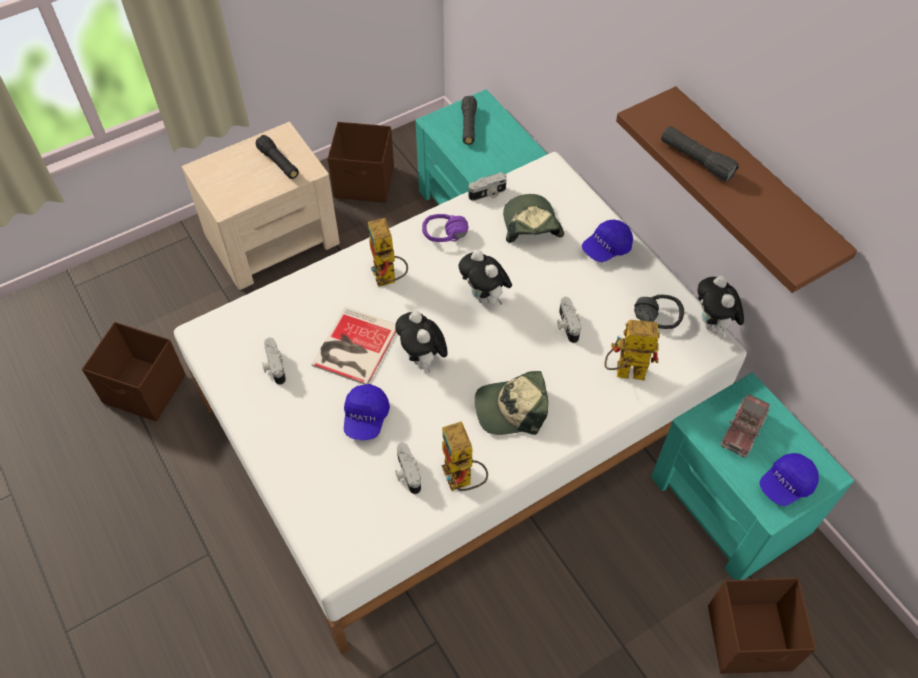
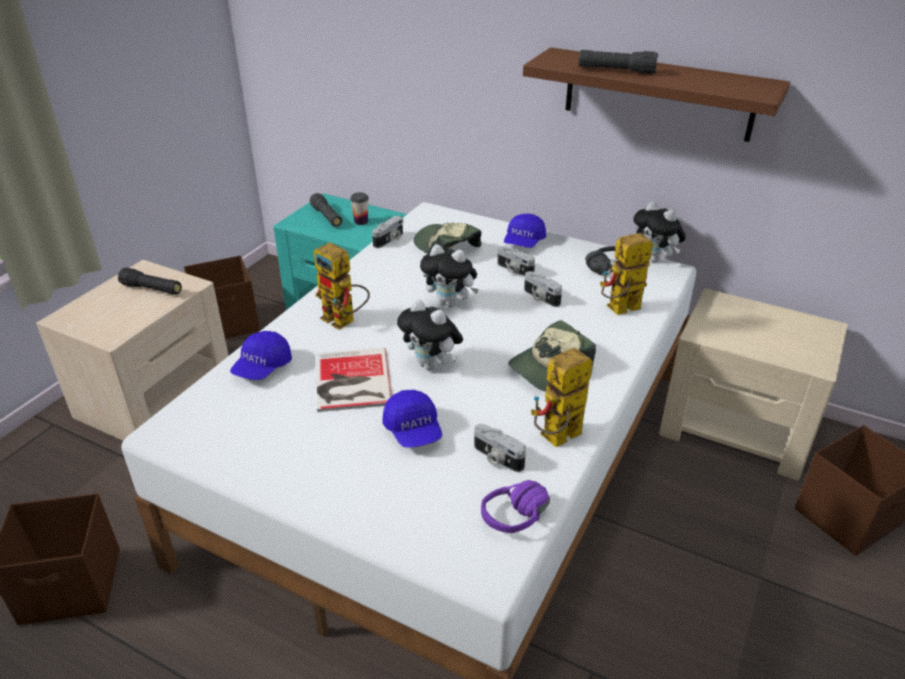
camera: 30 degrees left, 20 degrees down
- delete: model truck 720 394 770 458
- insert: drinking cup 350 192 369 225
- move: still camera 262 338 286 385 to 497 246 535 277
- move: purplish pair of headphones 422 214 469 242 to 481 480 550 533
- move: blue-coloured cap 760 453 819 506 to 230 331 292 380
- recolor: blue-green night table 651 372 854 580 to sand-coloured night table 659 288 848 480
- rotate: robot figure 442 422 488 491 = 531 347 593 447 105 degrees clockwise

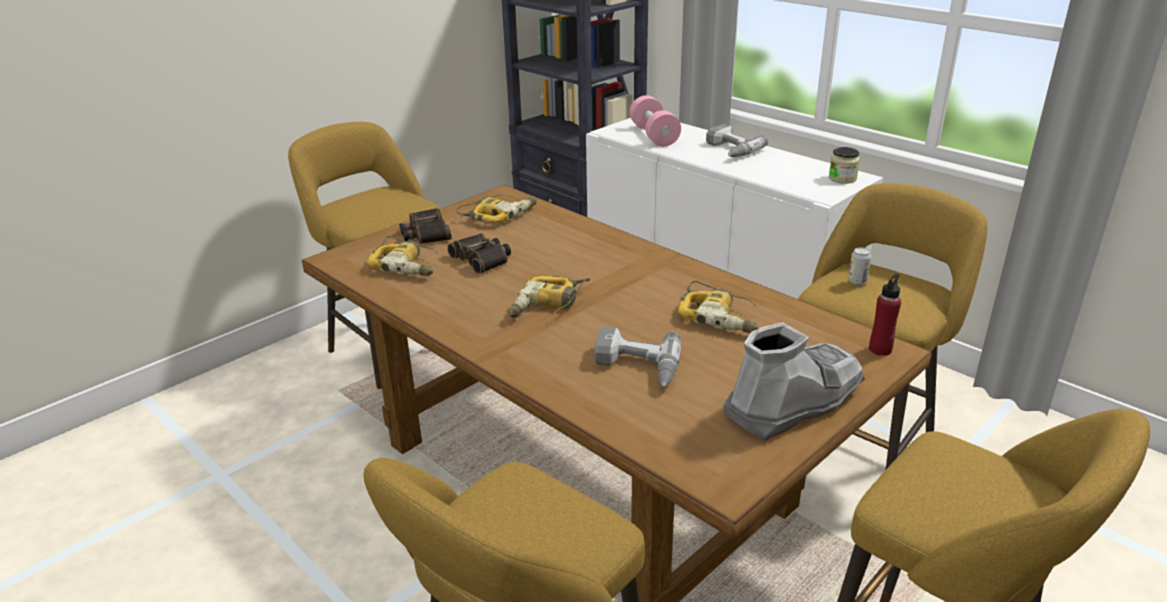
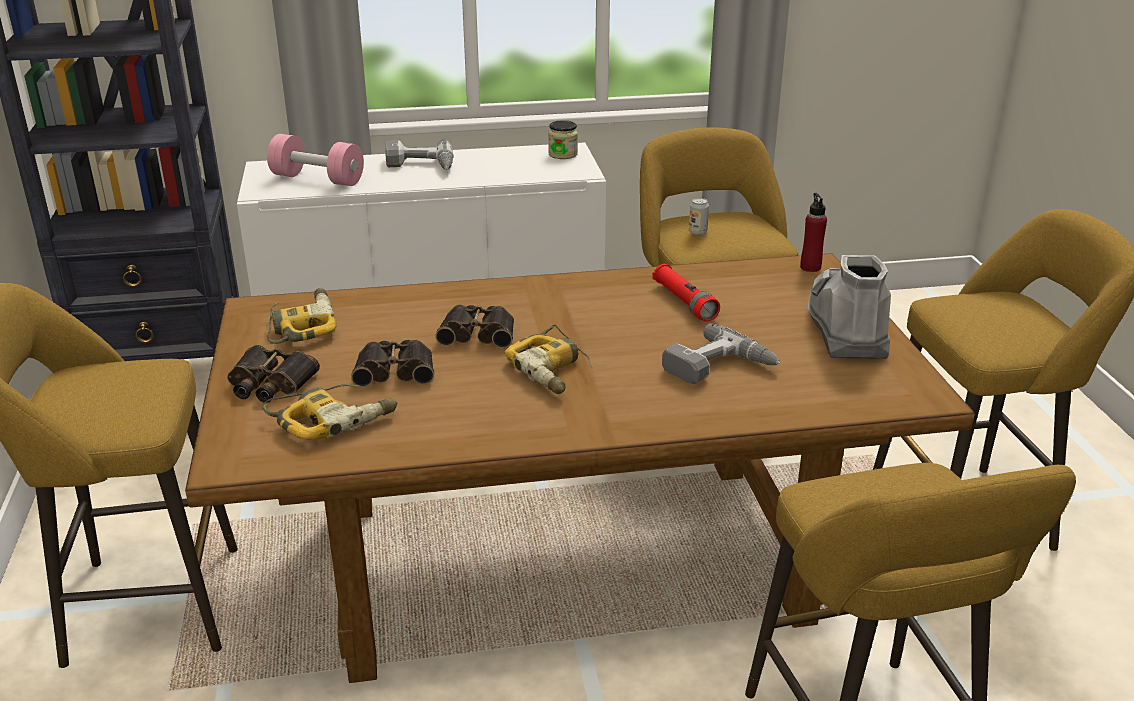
camera: 55 degrees left, 0 degrees up
- insert: pair of binoculars 435 305 514 348
- replace: electric drill 678 281 759 333 to red flashlight 652 264 720 322

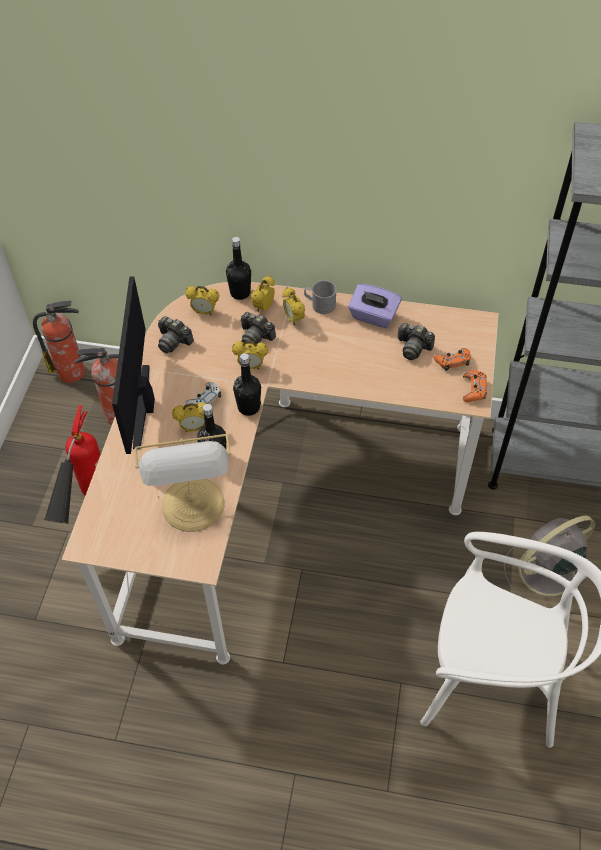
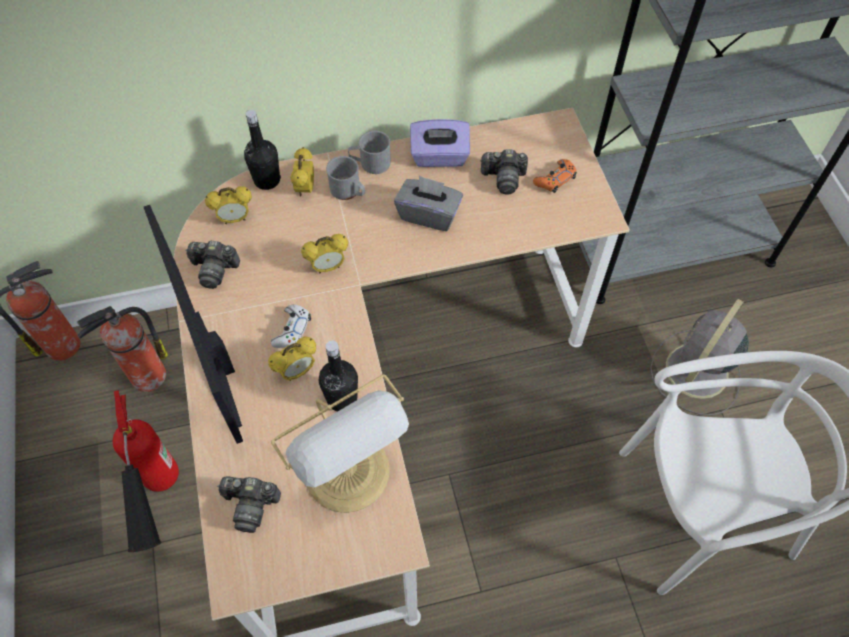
camera: 25 degrees left, 5 degrees up
- delete: blackish bottle 233 353 261 416
- delete: orangey game controller 463 370 487 402
- insert: greyish tissue holder 394 175 463 231
- move: still camera 241 312 276 344 to 217 476 281 533
- replace: table clock 282 287 305 325 to greyish coffee mug 326 156 365 200

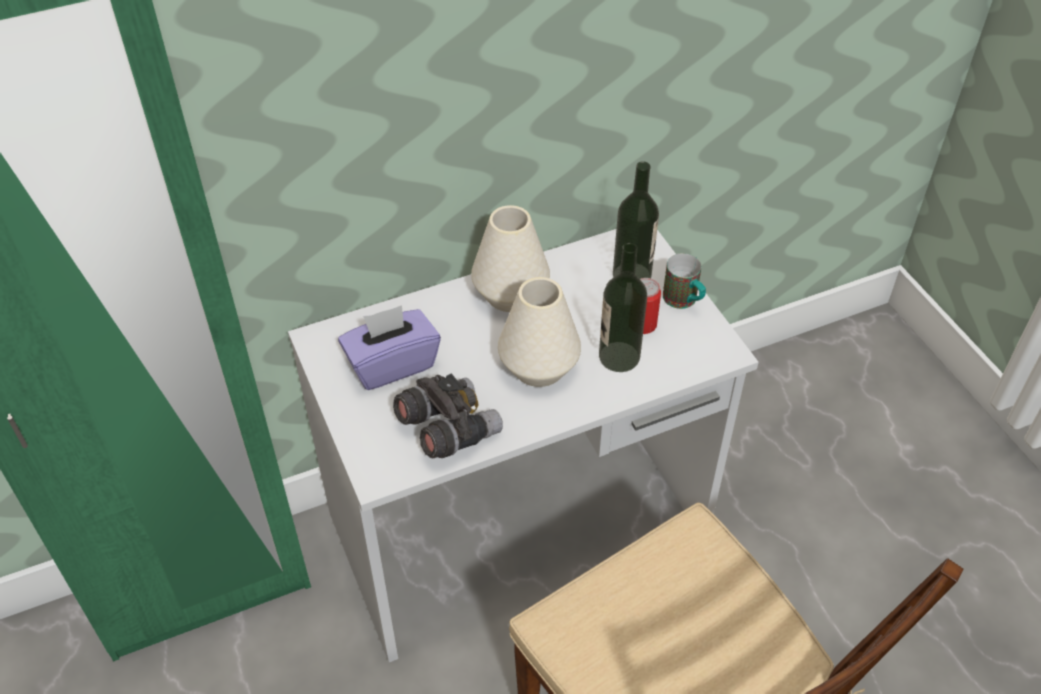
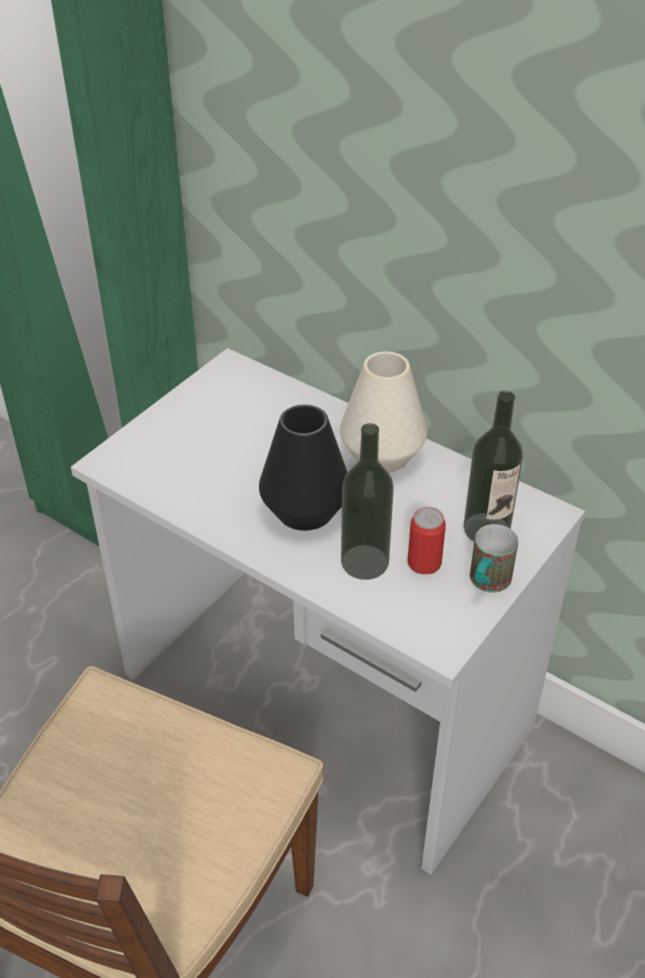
camera: 60 degrees right, 5 degrees down
- delete: purplish tissue holder 338 305 441 390
- delete: greyish pair of binoculars 393 373 503 458
- recolor: whitish flower vase 498 277 581 387 to blackish flower vase 259 404 347 531

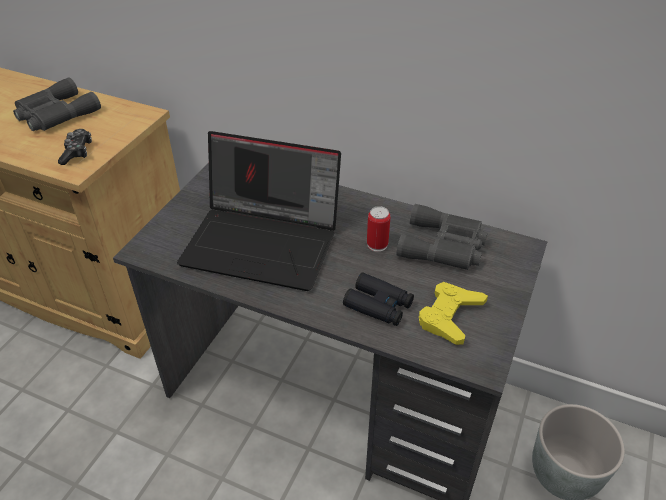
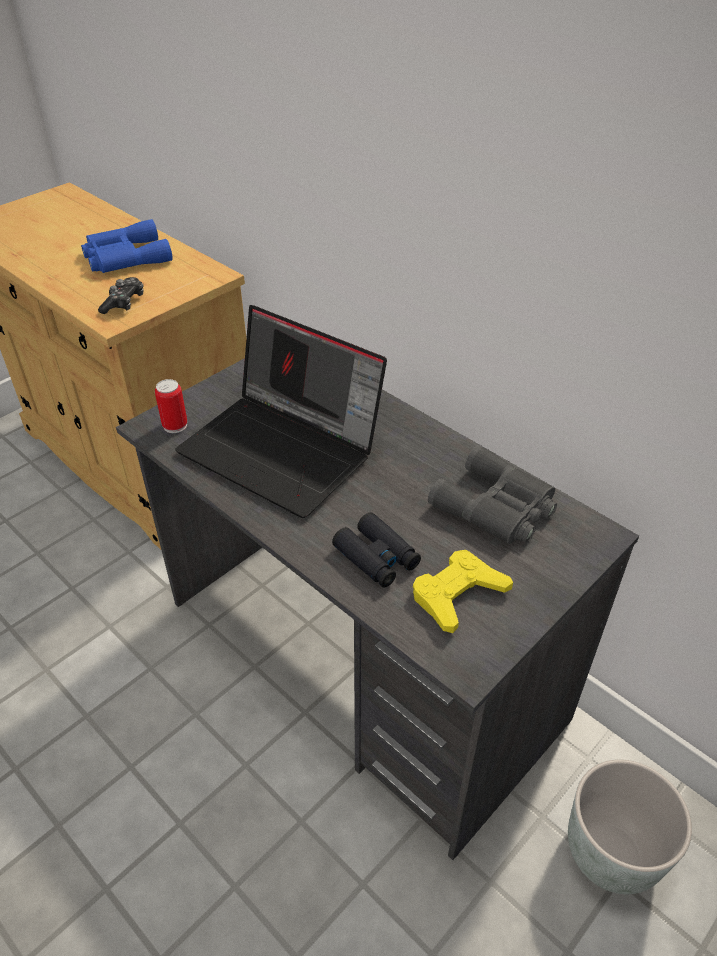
camera: 20 degrees right, 0 degrees up
- move: sealed can 367 206 391 252 to 155 379 187 433
- recolor: greyish pair of binoculars 13 77 101 131 to blue-coloured pair of binoculars 81 219 173 273

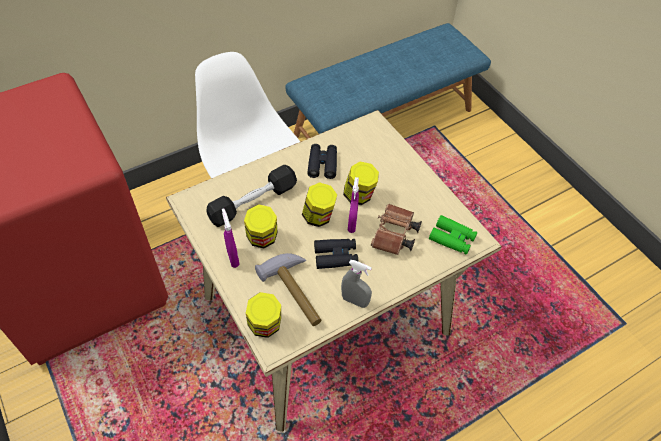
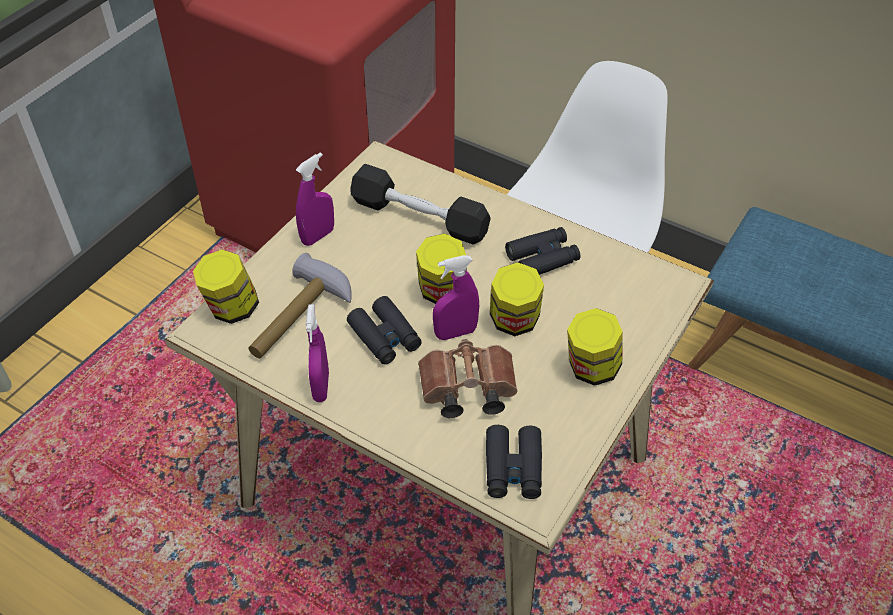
camera: 65 degrees right, 5 degrees down
- move: jar 244 204 278 248 to 567 308 623 386
- recolor: greyish spray bottle 341 260 372 308 to purplish spray bottle 306 304 329 402
- recolor: green pair of binoculars 429 215 477 255 to blackish pair of binoculars 486 425 542 499

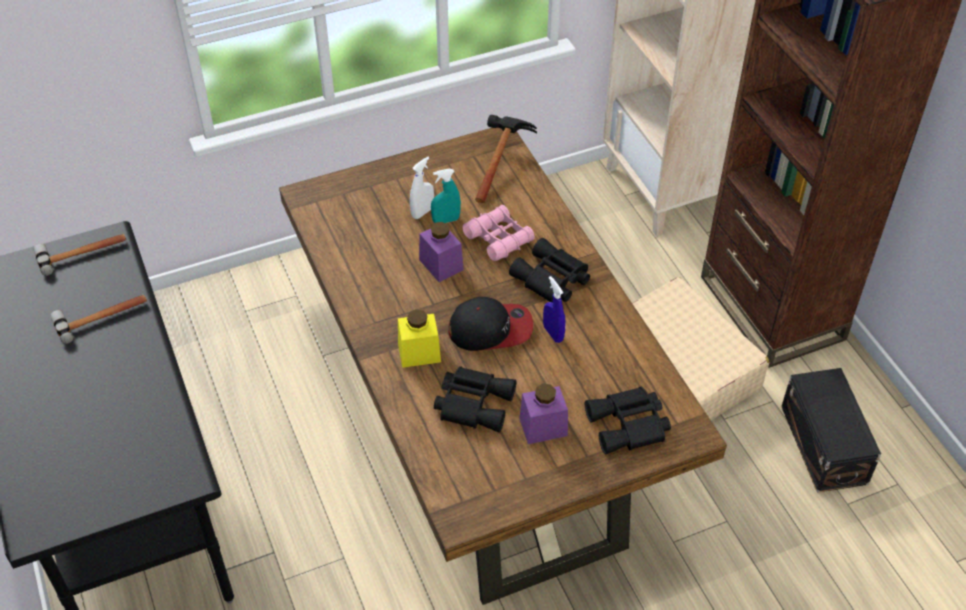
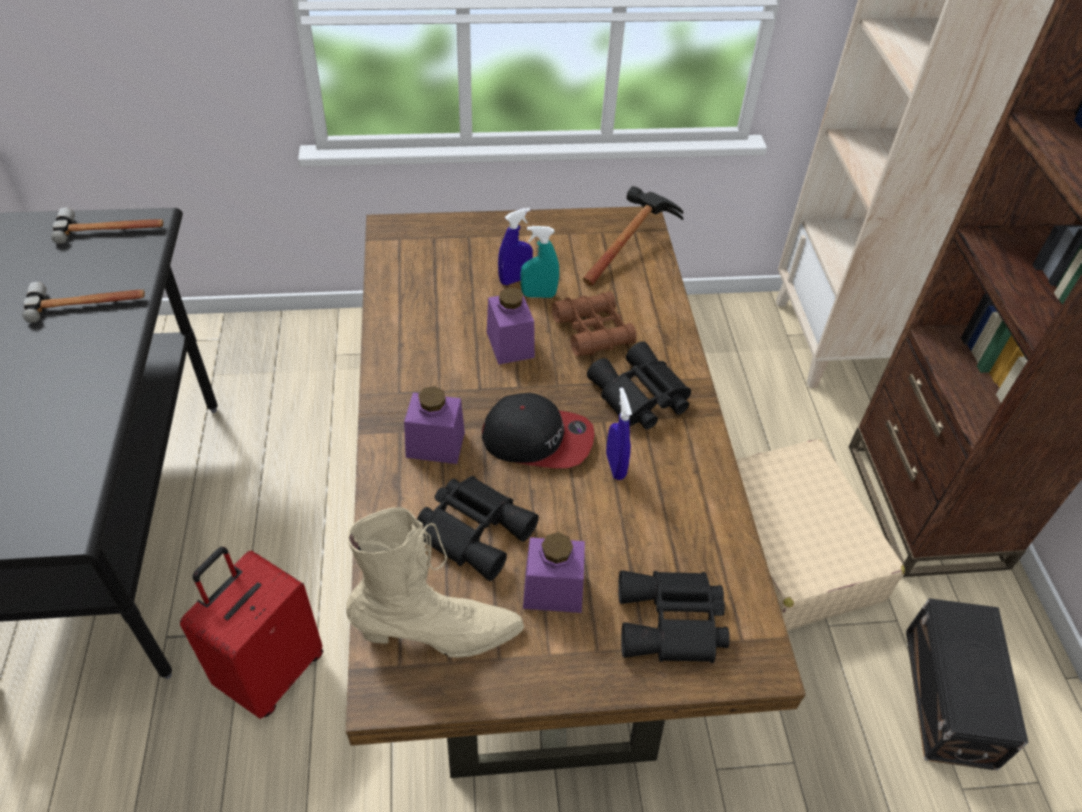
camera: 15 degrees right, 0 degrees up
- insert: red piece of luggage 180 547 323 719
- insert: sand-coloured high-top boot 346 507 524 658
- recolor: yellow jar 398 309 441 368 to purplish jar 404 386 465 464
- recolor: whitish spray bottle 410 157 434 219 to blue-coloured spray bottle 498 208 533 285
- recolor: pinkish pair of binoculars 463 205 535 261 to brownish pair of binoculars 552 291 637 356

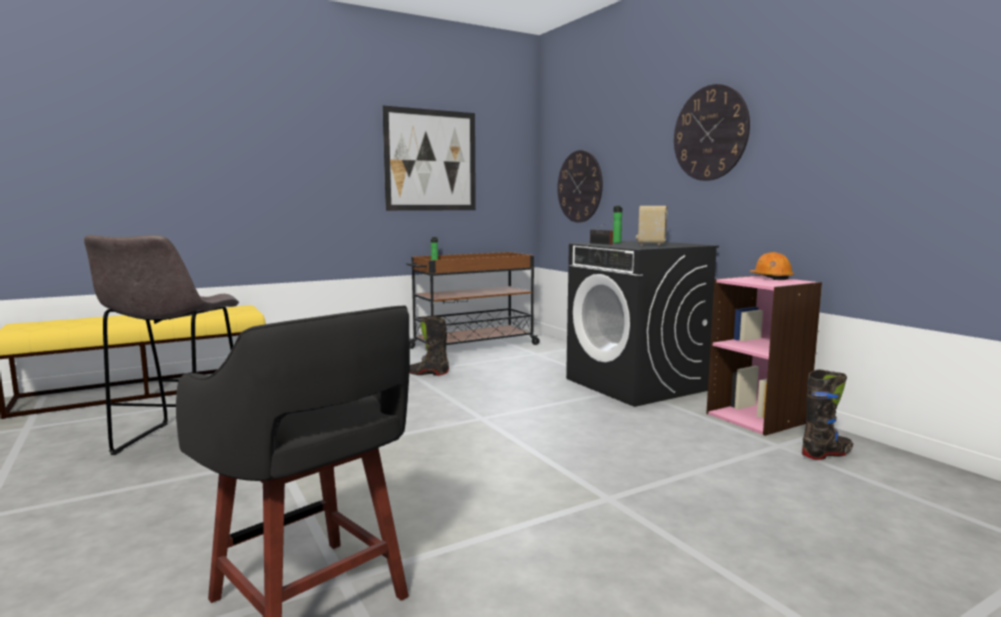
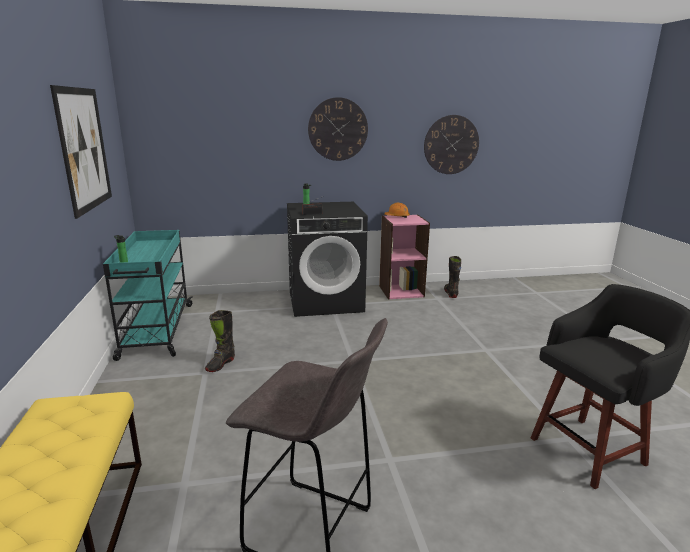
camera: 70 degrees left, 10 degrees up
- delete: radio 636 206 668 246
- move: hanging clock 557 150 603 223 to 424 115 479 174
- recolor: brownish cart 407 252 541 349 to blue-green cart 103 230 192 361

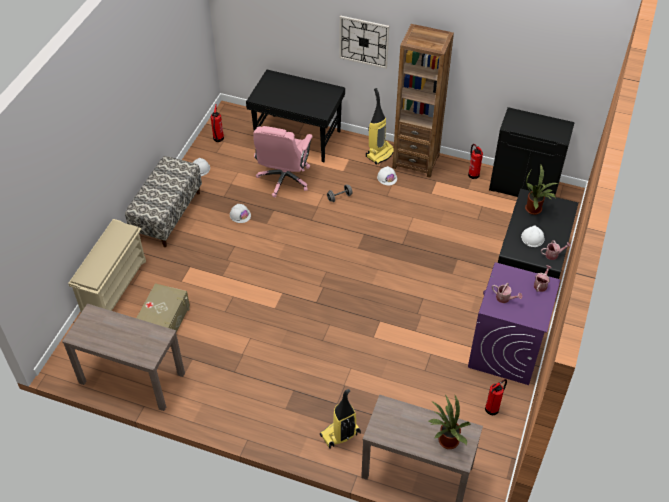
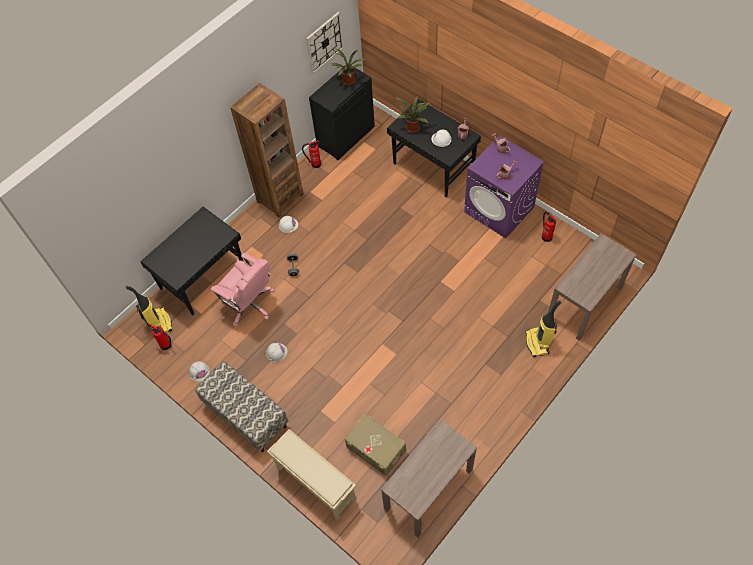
camera: 65 degrees left, 10 degrees up
- move: hanging clock 339 15 389 69 to 306 12 344 74
- move: vacuum cleaner 366 88 394 165 to 126 286 172 333
- move: plant in a pot 429 395 470 449 to 331 49 364 85

